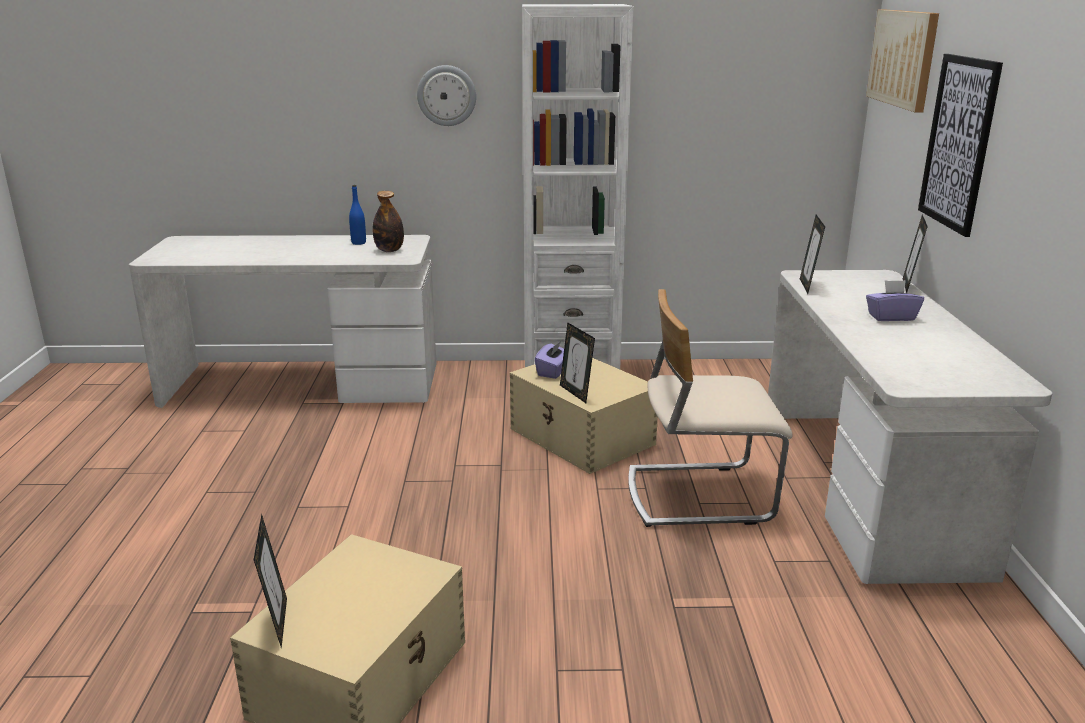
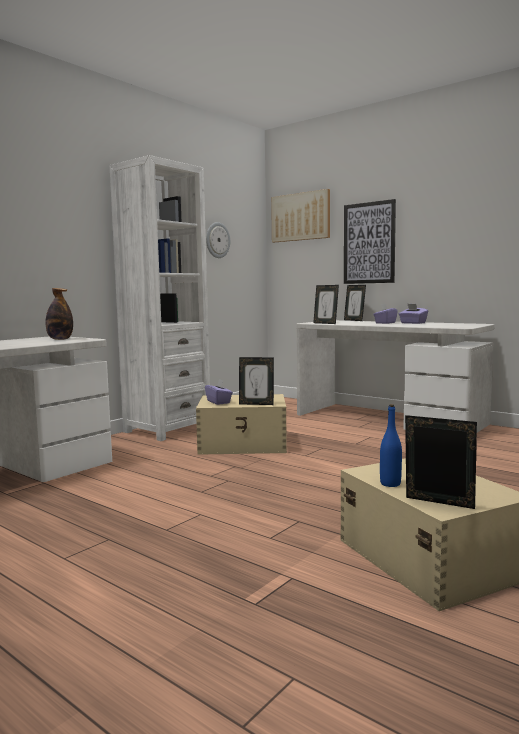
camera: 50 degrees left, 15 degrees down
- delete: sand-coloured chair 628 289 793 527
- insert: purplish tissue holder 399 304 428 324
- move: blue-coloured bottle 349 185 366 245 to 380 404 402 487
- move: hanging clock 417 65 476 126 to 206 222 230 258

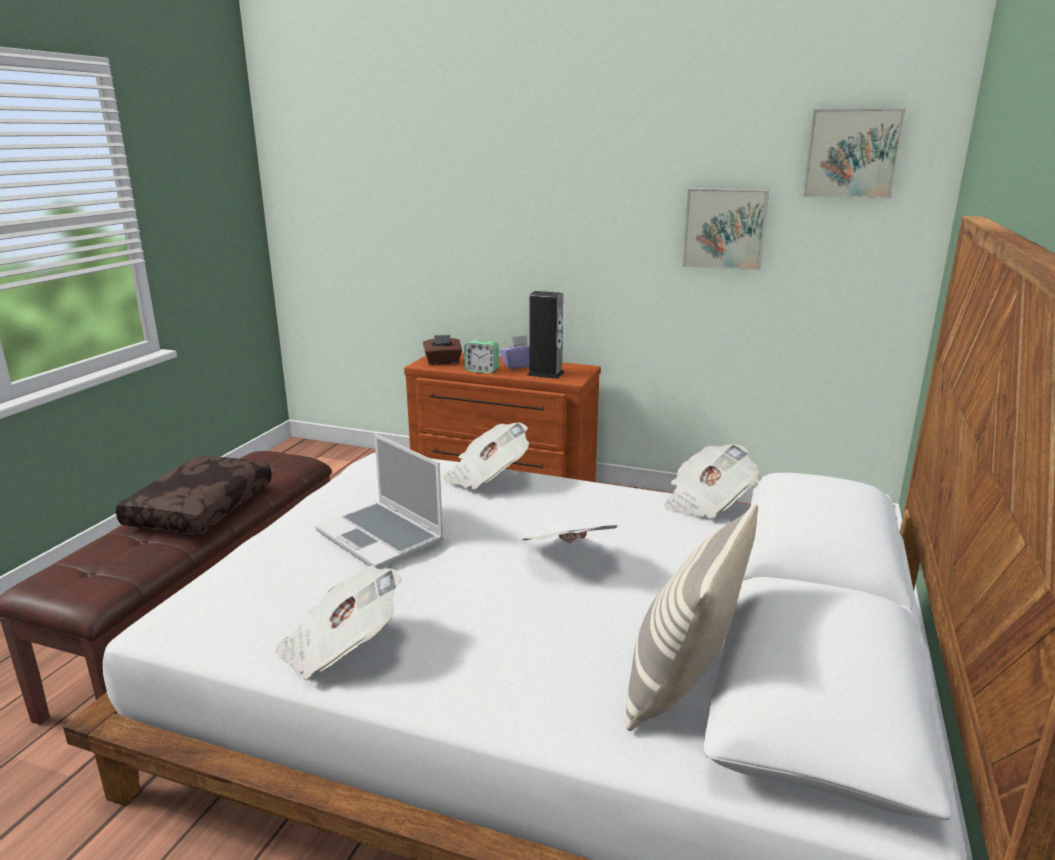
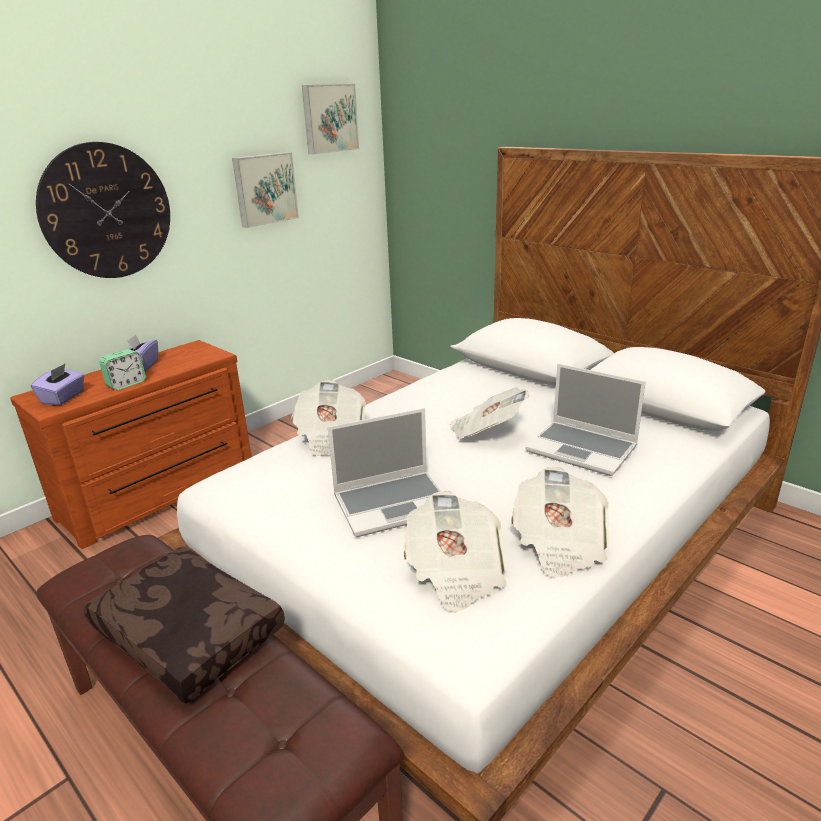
camera: 65 degrees left, 5 degrees up
- delete: audio speaker 527 291 564 379
- delete: cushion 626 504 758 731
- insert: hanging clock 36 142 170 278
- insert: portable computer 526 364 646 476
- move: printed paper 664 444 759 518 to 403 491 506 613
- recolor: brownish tissue holder 423 335 462 365 to purplish tissue holder 31 364 84 405

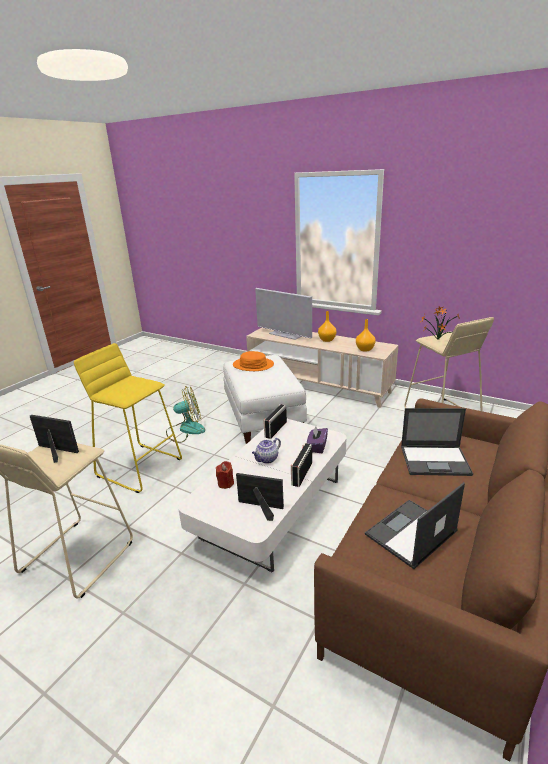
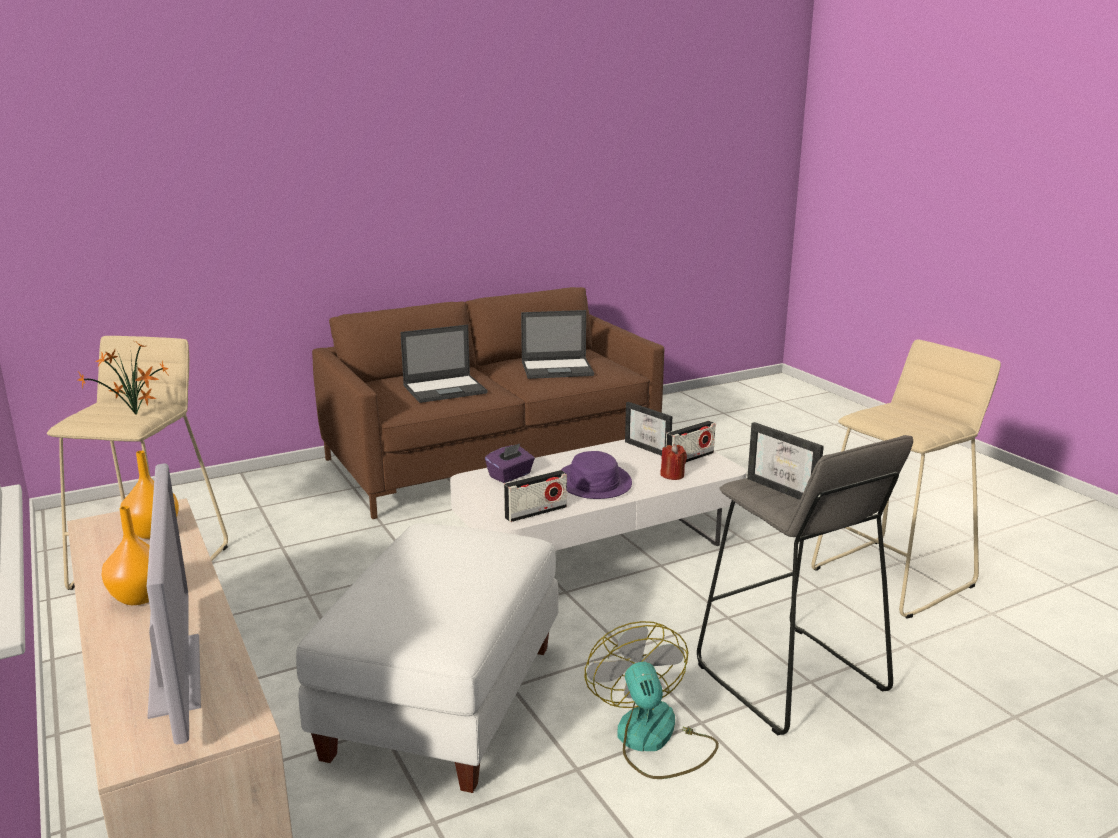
camera: 150 degrees left, 5 degrees down
- delete: orangey hat 233 351 274 371
- move: photo frame 30 415 79 463 to 747 422 824 500
- move: radio 291 443 312 487 to 665 420 716 462
- replace: tea pot 252 438 281 464 to purplish hat 561 451 632 499
- recolor: yellow stool seat 74 343 182 493 to greyish stool seat 697 435 913 736
- rotate: electric fan 166 386 205 443 = 585 621 719 779 60 degrees clockwise
- rotate: portable computer 401 408 473 476 = 400 325 488 403 120 degrees clockwise

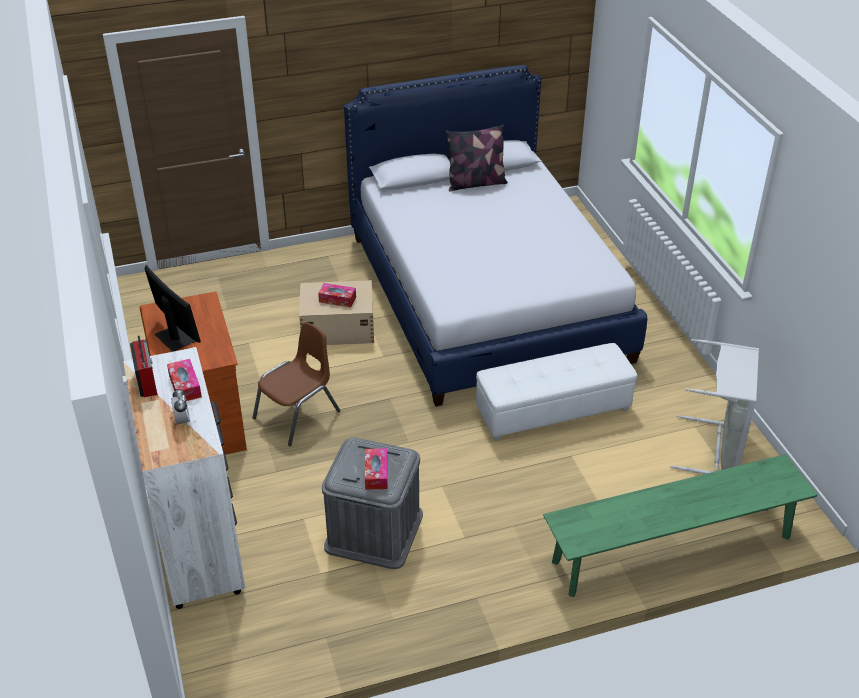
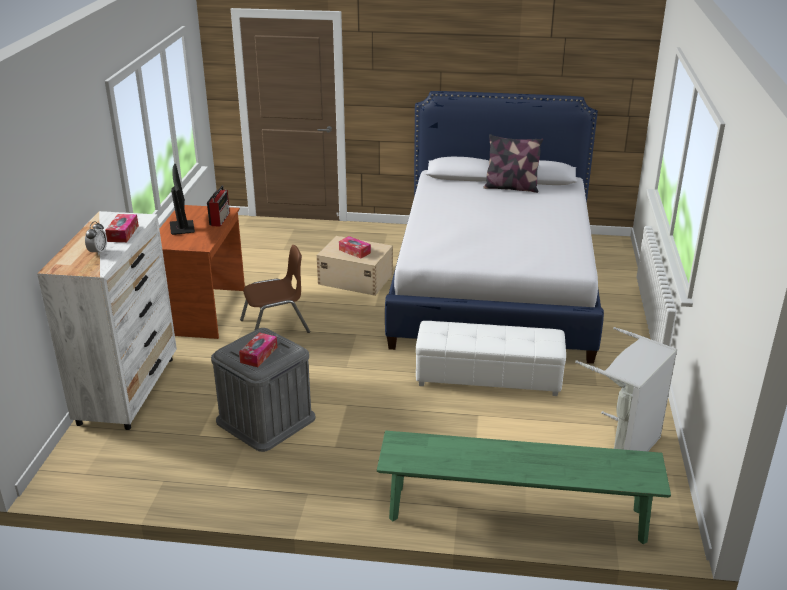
camera: 25 degrees right, 10 degrees down
- move: radio 130 335 157 397 to 207 185 230 227

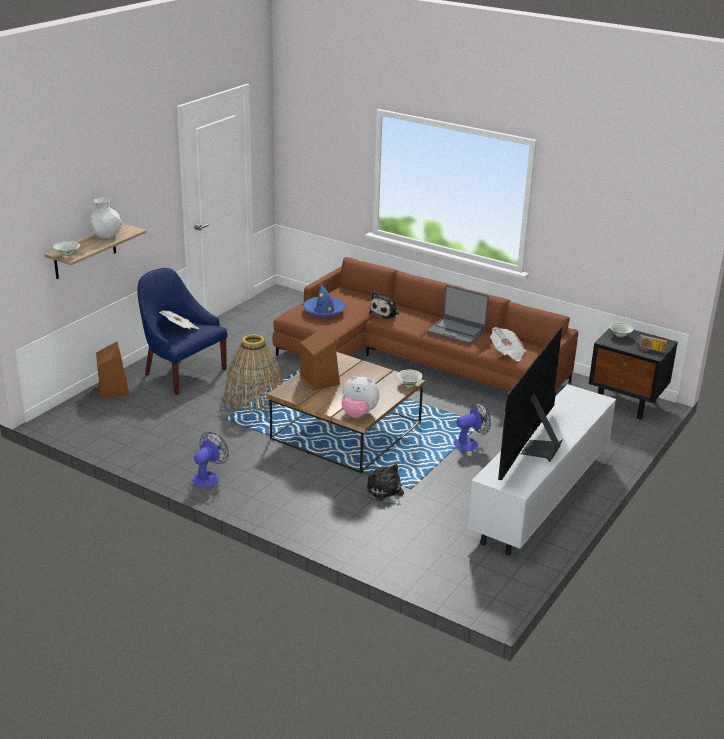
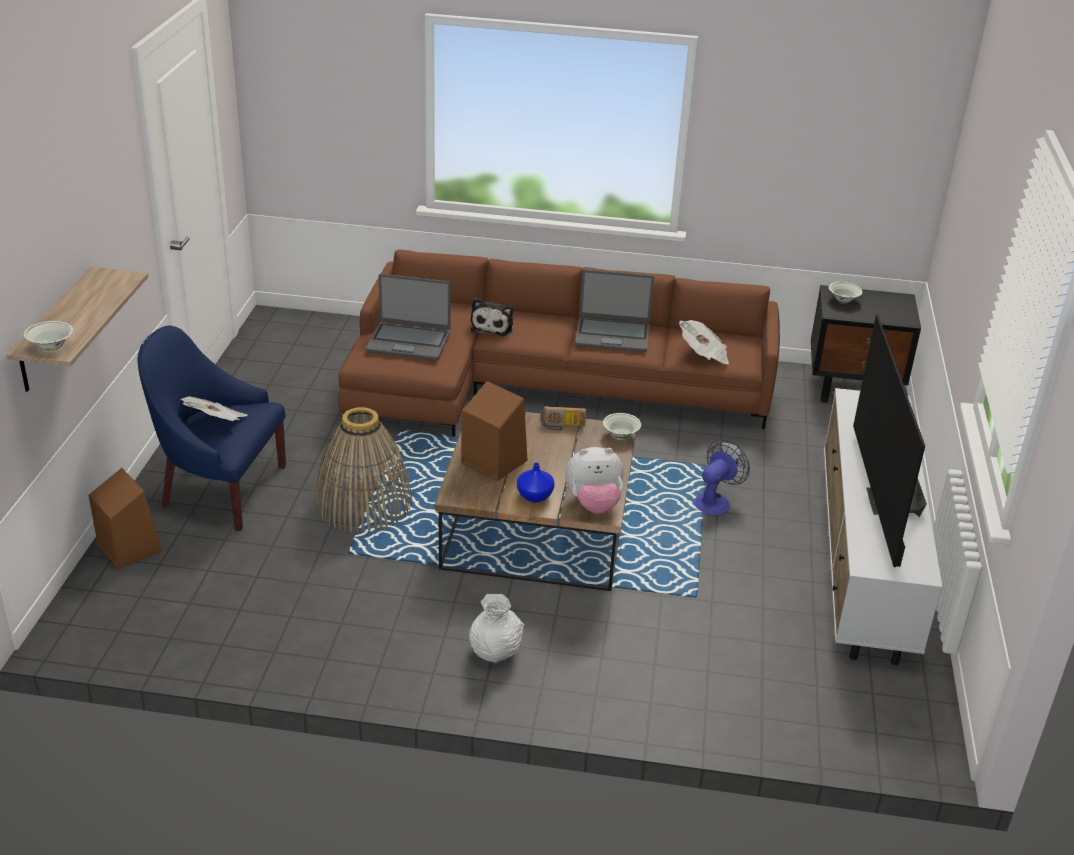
camera: 25 degrees left, 5 degrees up
- delete: electric fan 192 432 229 487
- delete: plush toy 367 464 404 505
- insert: blue-coloured flower vase 517 462 554 502
- move: whitish flower vase 89 197 122 238 to 469 594 524 663
- move: radio 637 335 668 353 to 540 406 586 431
- replace: blue-coloured hat 303 284 346 318 to portable computer 366 274 451 360

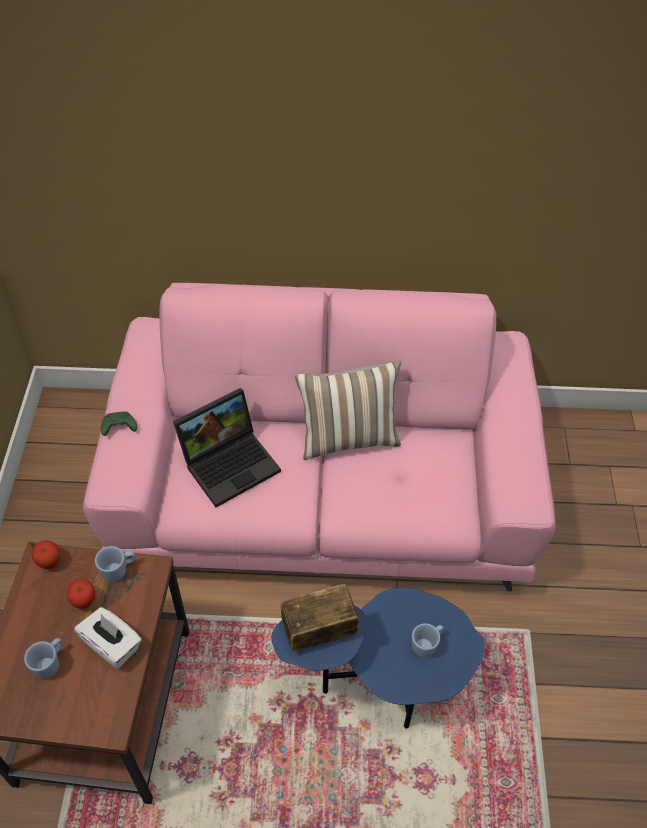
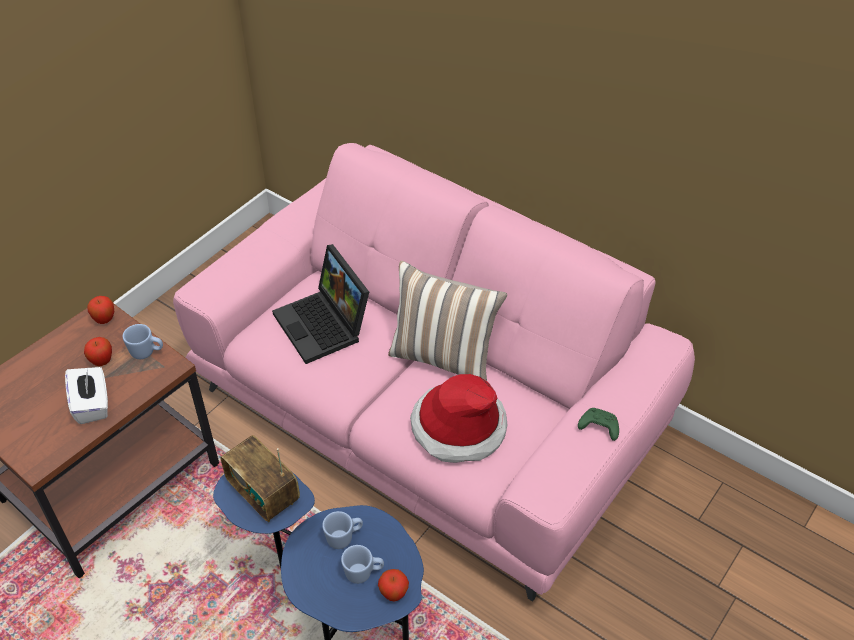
camera: 35 degrees right, 5 degrees down
- insert: apple 378 569 409 601
- insert: hat 410 374 507 463
- move: blue-coloured coffee mug 24 638 63 679 to 322 511 363 549
- move: green game controller 101 411 137 436 to 578 408 619 441
- rotate: portable computer 173 388 281 507 = 272 244 369 364 60 degrees clockwise
- rotate: radio 281 584 359 652 = 221 435 300 523 150 degrees counterclockwise

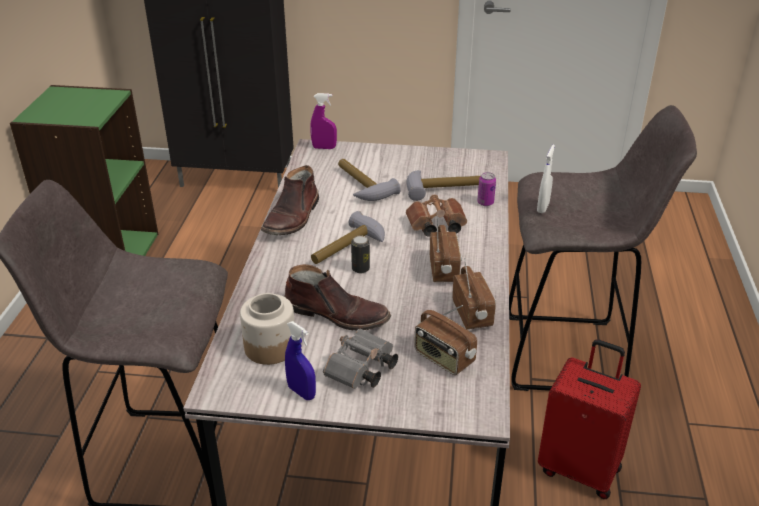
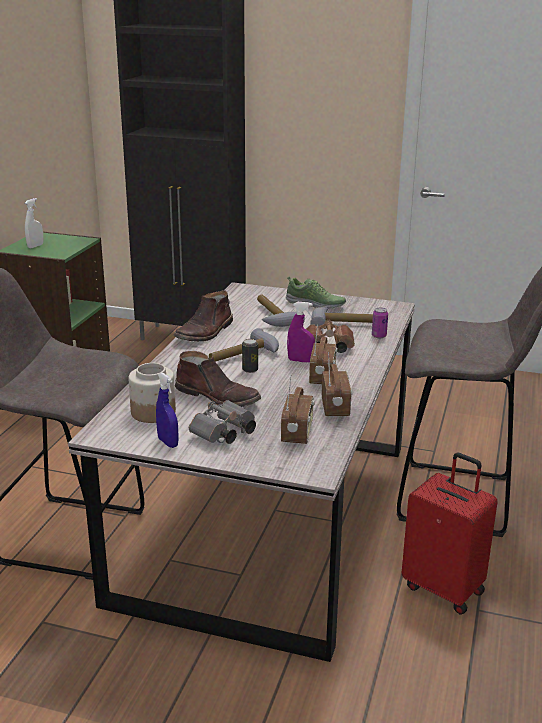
camera: 10 degrees right, 10 degrees down
- insert: shoe 286 276 346 309
- move: purplish spray bottle 310 93 337 149 to 287 302 315 363
- move: whitish spray bottle 537 145 555 213 to 25 198 44 248
- rotate: radio 414 305 477 375 = 281 376 315 444 135 degrees counterclockwise

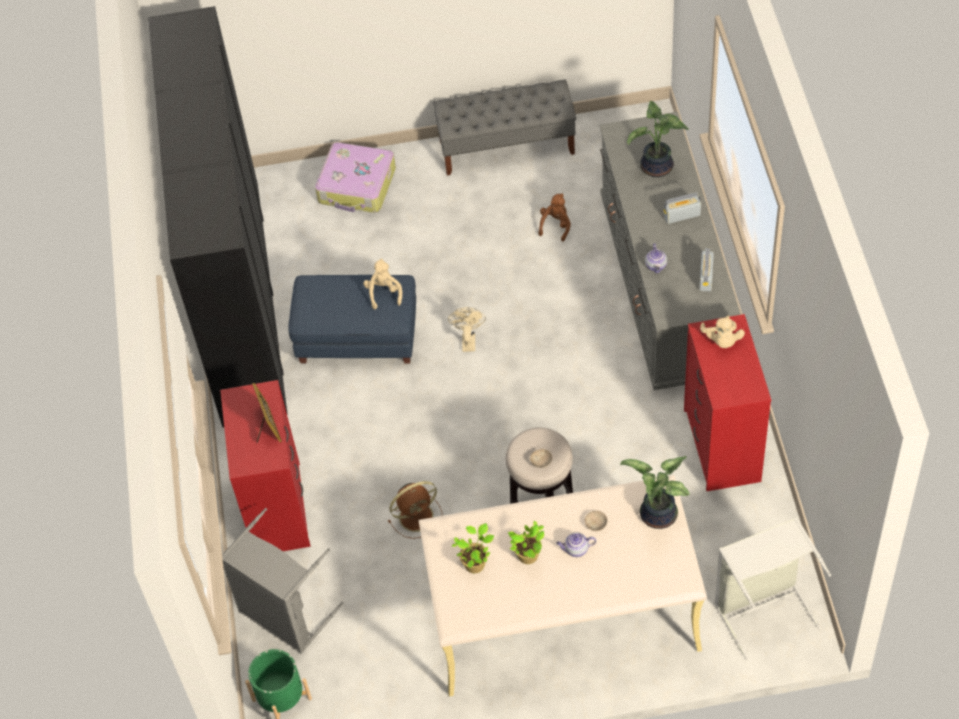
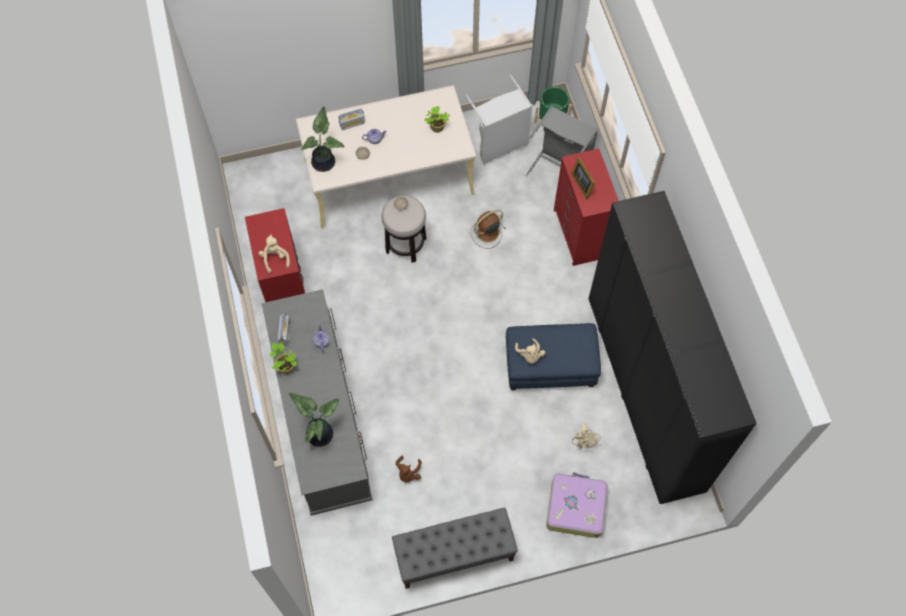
camera: 170 degrees right, 10 degrees up
- move: sand-coloured electric fan 448 307 486 352 to 572 422 601 449
- move: plant in a pot 508 521 544 564 to 270 342 297 374
- move: radio 664 192 701 224 to 338 109 365 130
- move: greyish hamper 714 517 831 660 to 465 75 532 165

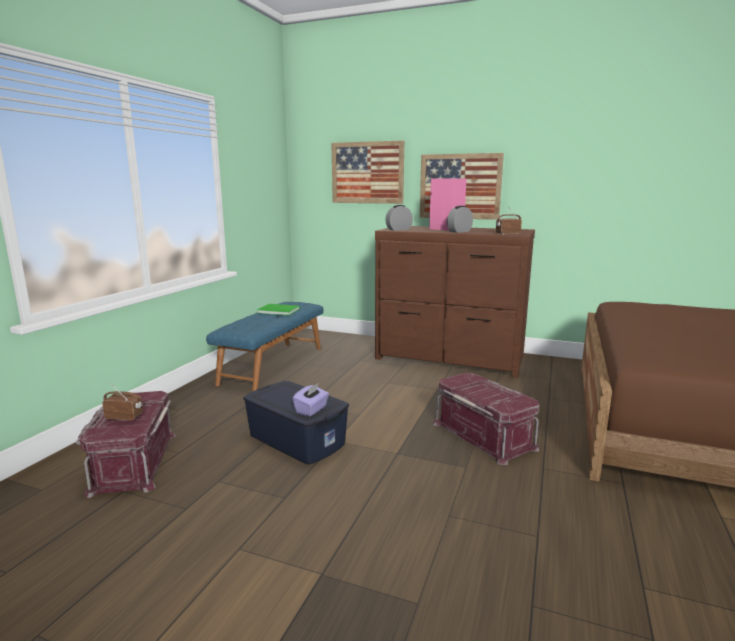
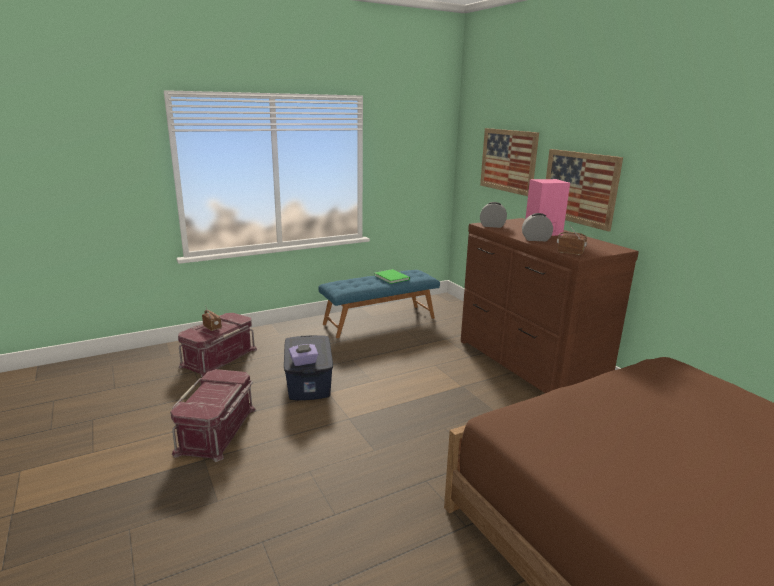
camera: 40 degrees right, 5 degrees up
- move: red storage box 433 373 540 465 to 170 369 256 462

